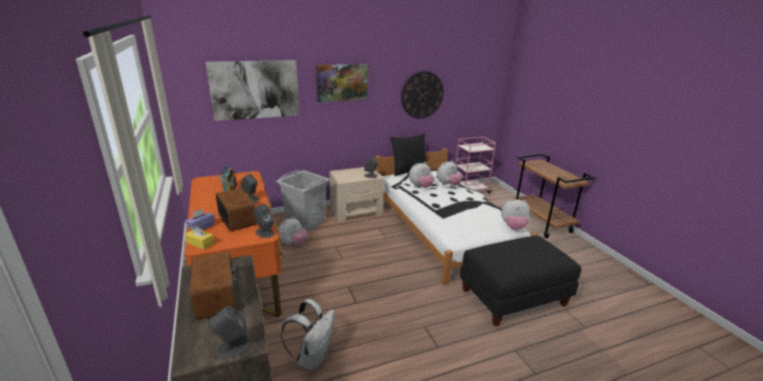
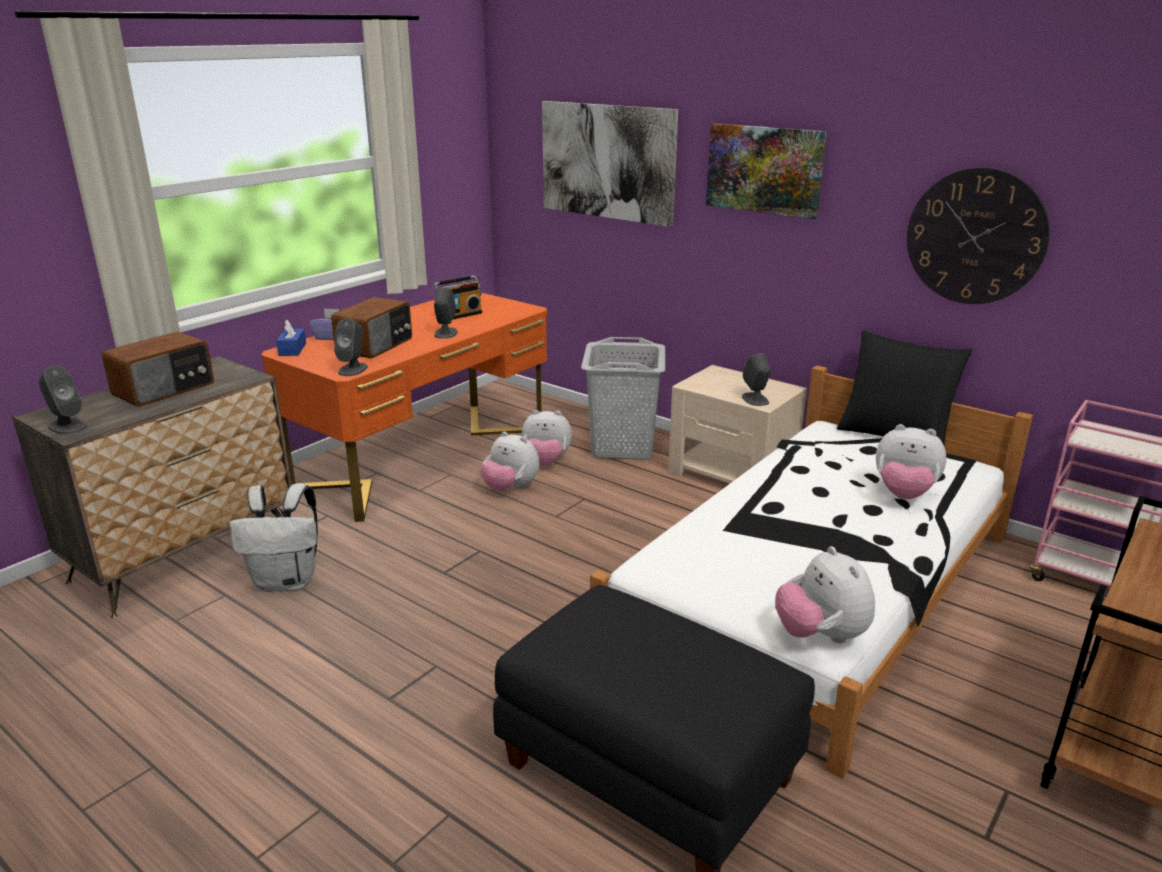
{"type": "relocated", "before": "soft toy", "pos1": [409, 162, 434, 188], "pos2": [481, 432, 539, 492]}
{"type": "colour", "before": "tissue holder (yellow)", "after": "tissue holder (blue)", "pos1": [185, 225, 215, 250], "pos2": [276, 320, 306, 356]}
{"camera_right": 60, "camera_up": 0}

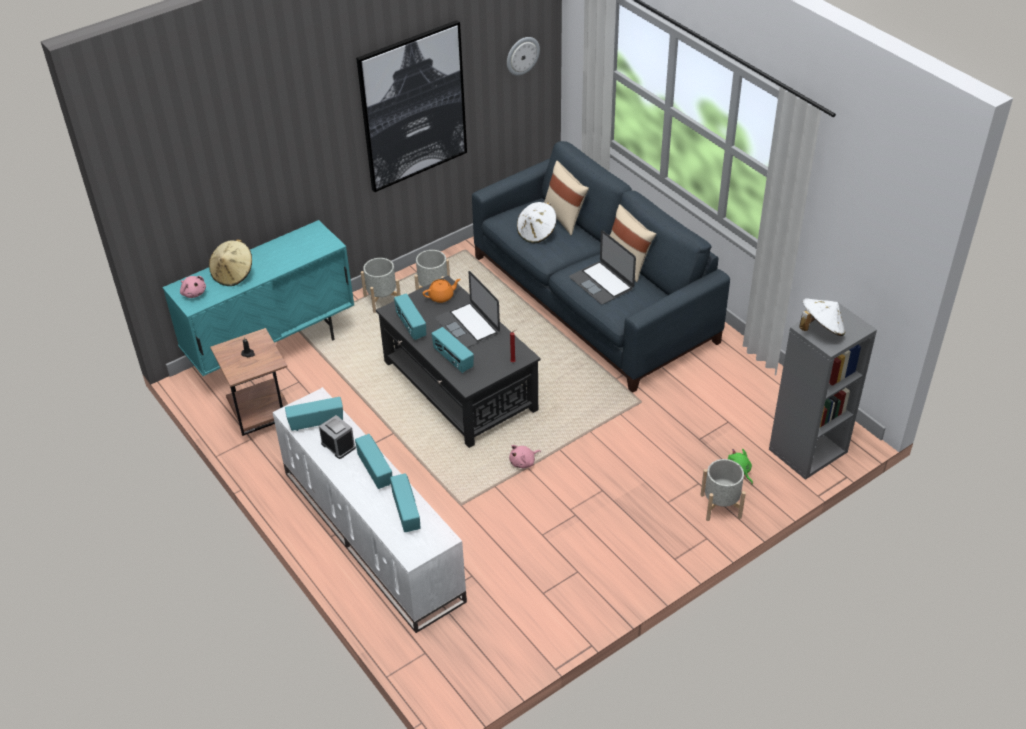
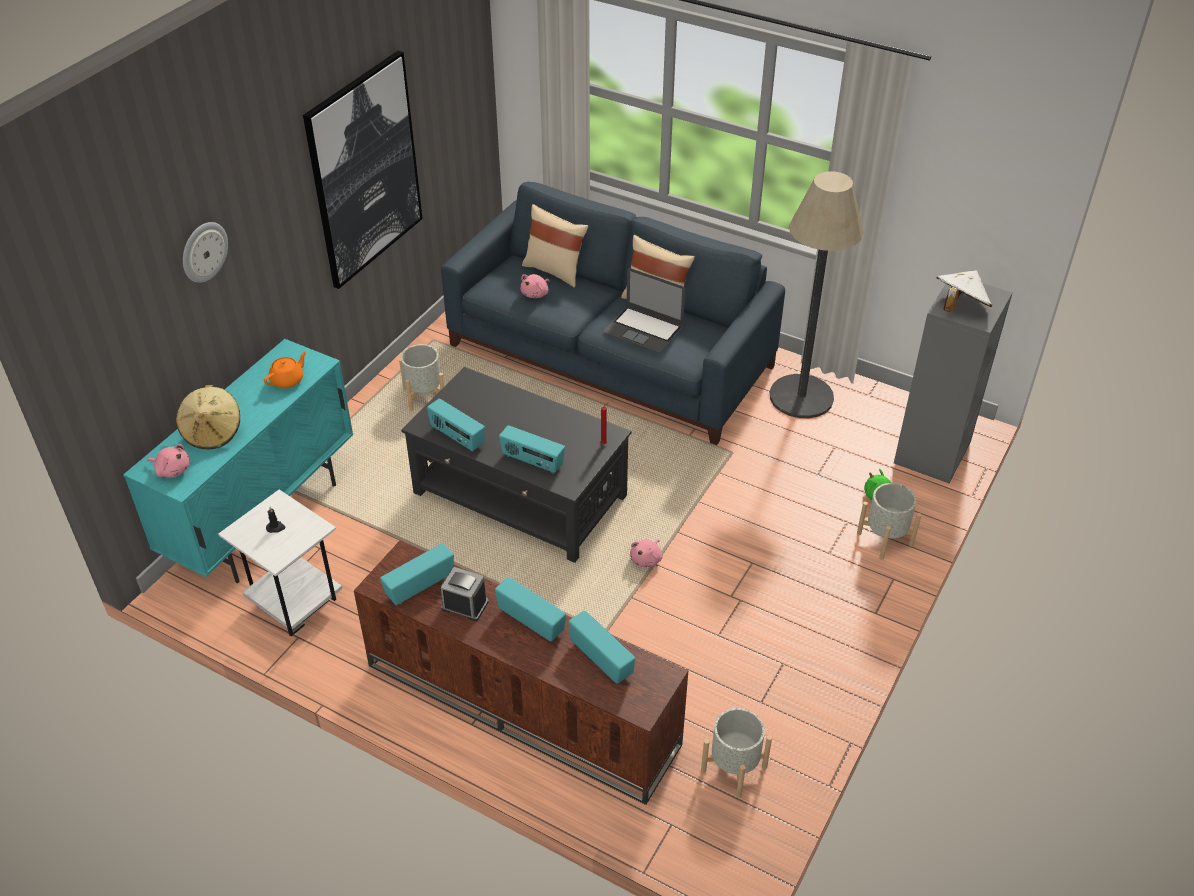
{"type": "missing", "before": "laptop", "pos1": [436, 271, 500, 348]}
{"type": "appeared", "after": "standing lamp", "pos2": [770, 171, 864, 418]}
{"type": "relocated", "before": "plant pot (greyish)", "pos1": [361, 258, 401, 313], "pos2": [701, 708, 772, 798]}
{"type": "relocated", "before": "pot for tea (orangey)", "pos1": [423, 279, 460, 303], "pos2": [264, 351, 307, 388]}
{"type": "relocated", "before": "wall clock", "pos1": [507, 37, 540, 76], "pos2": [183, 222, 228, 283]}
{"type": "exchanged", "before": "wearable hat (white)", "after": "soft toy (pink)", "pos1": [517, 202, 557, 243], "pos2": [520, 274, 550, 298]}
{"type": "colour", "before": "side table (brown-coloured)", "after": "side table (white)", "pos1": [210, 328, 288, 436], "pos2": [218, 489, 342, 636]}
{"type": "colour", "before": "tv unit (white)", "after": "tv unit (brown-coloured)", "pos1": [273, 387, 467, 633], "pos2": [354, 540, 689, 805]}
{"camera_right": -25, "camera_up": 0}

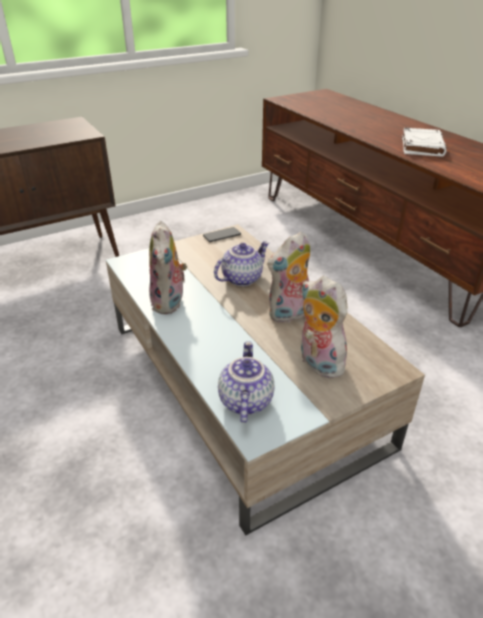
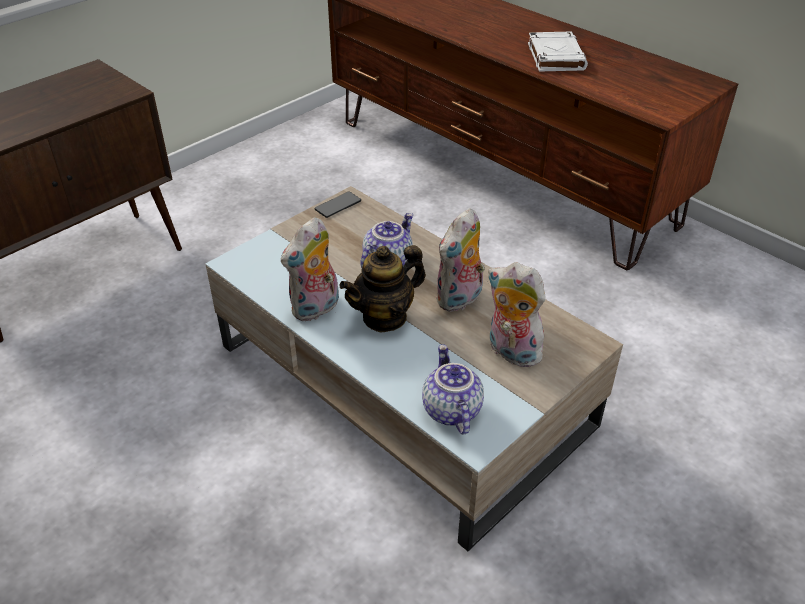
{"type": "appeared", "after": "pot for tea", "pos2": [339, 245, 426, 333]}
{"type": "spun", "before": "soft toy", "pos1": [149, 221, 187, 315], "pos2": [281, 217, 339, 322], "turn": 60}
{"camera_right": -15, "camera_up": 5}

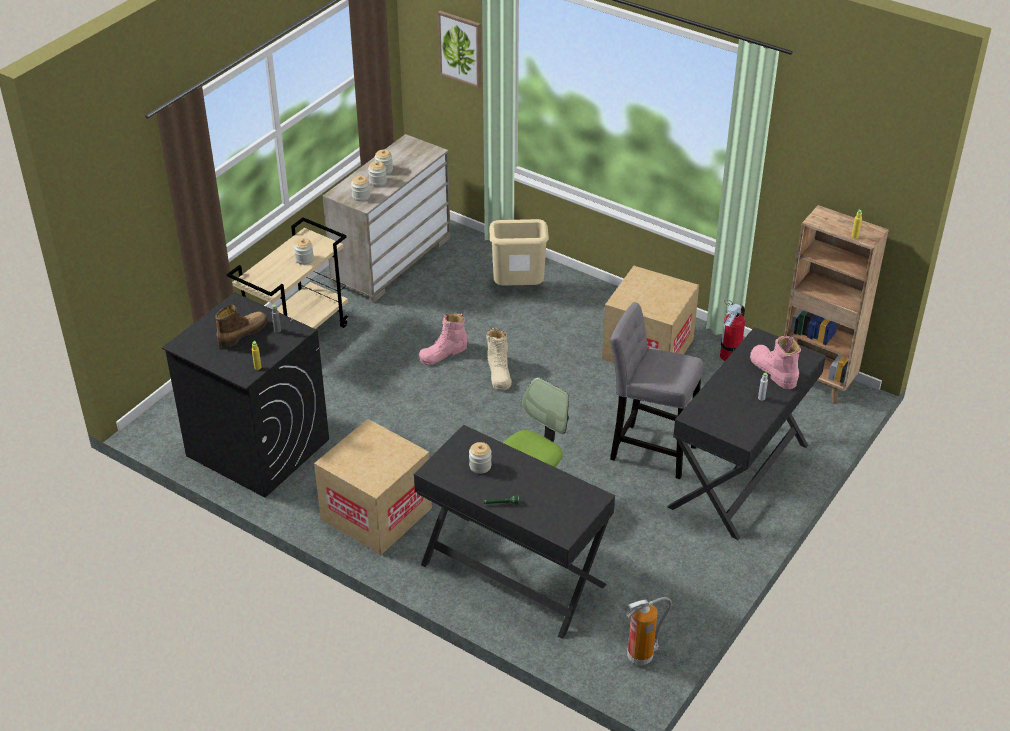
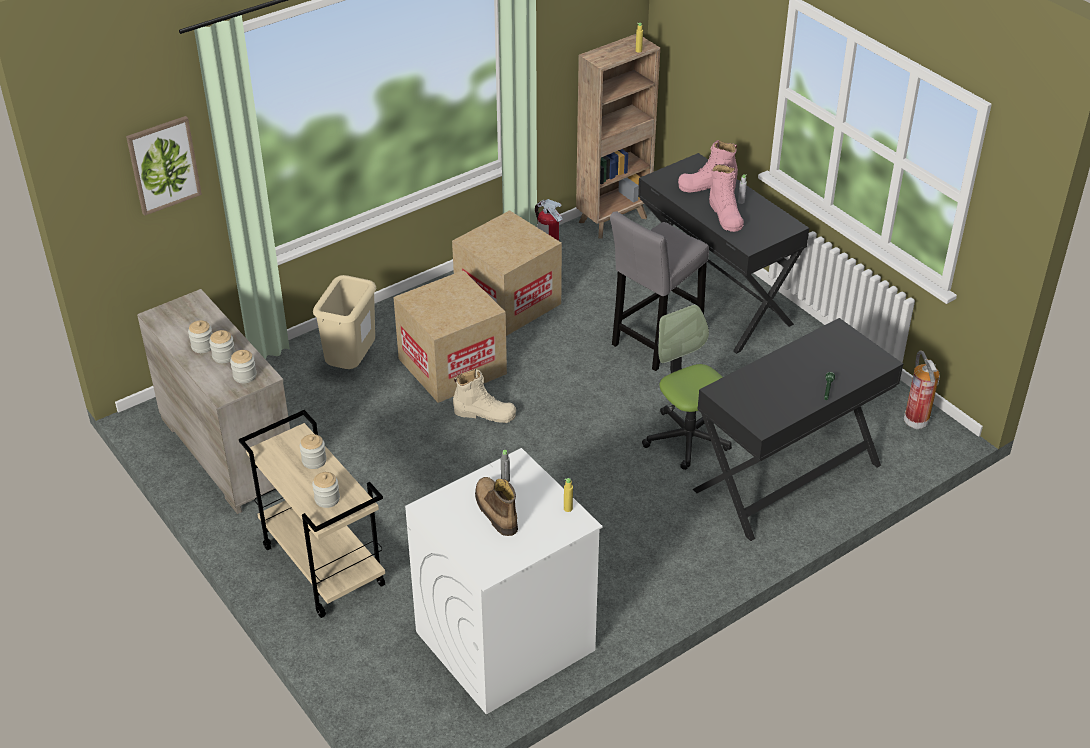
{"type": "relocated", "before": "carton", "pos1": [314, 419, 432, 555], "pos2": [394, 270, 507, 403]}
{"type": "relocated", "before": "high-top boot (pink)", "pos1": [419, 313, 467, 365], "pos2": [709, 164, 744, 232]}
{"type": "relocated", "before": "preserve jar", "pos1": [469, 442, 492, 474], "pos2": [312, 472, 340, 508]}
{"type": "colour", "before": "washing machine (black)", "after": "washing machine (white)", "pos1": [162, 292, 329, 498], "pos2": [405, 448, 603, 715]}
{"camera_right": -70, "camera_up": 0}

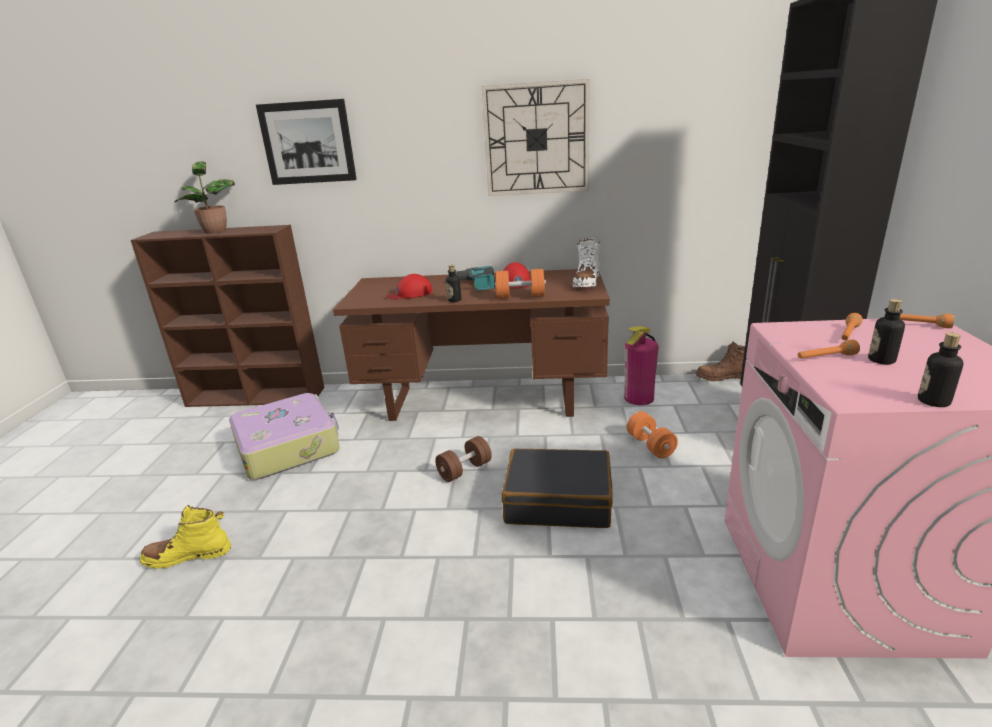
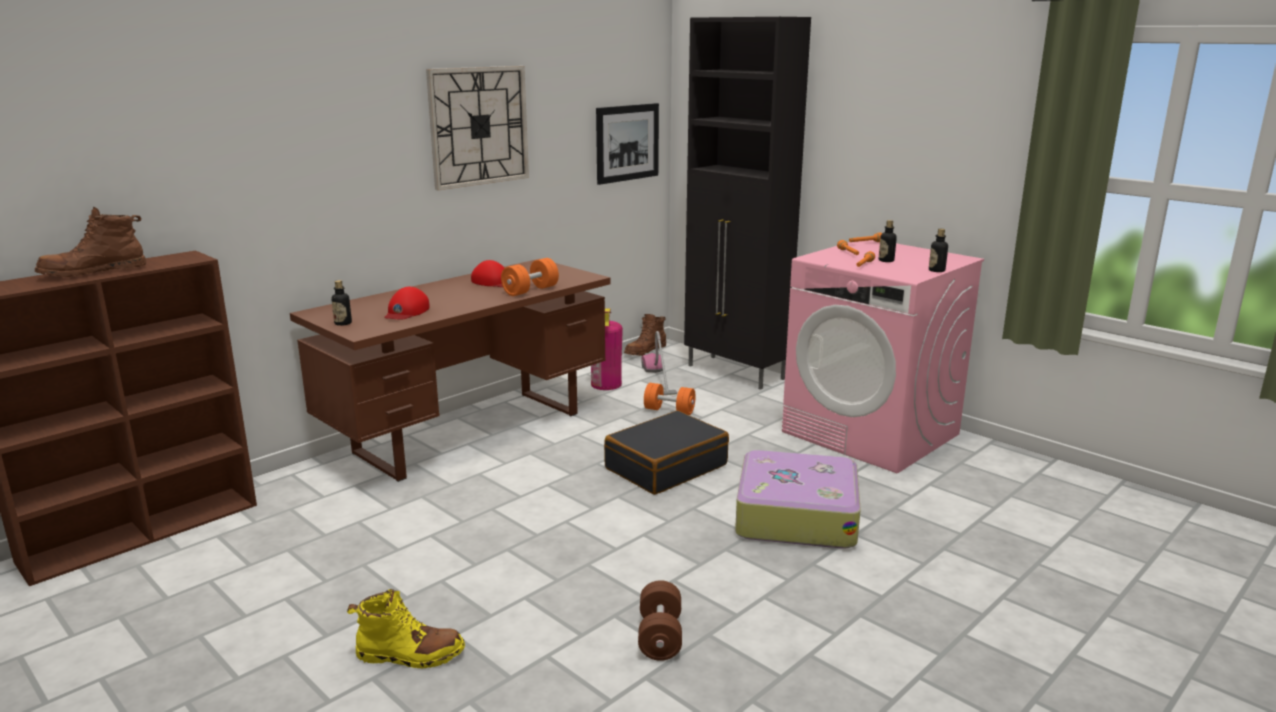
{"type": "missing", "before": "power drill", "pos1": [456, 266, 495, 291]}
{"type": "missing", "before": "high-top boot (white)", "pos1": [573, 238, 600, 287]}
{"type": "appeared", "after": "vacuum", "pos2": [641, 331, 677, 395]}
{"type": "relocated", "before": "suitcase", "pos1": [229, 393, 340, 480], "pos2": [735, 450, 861, 549]}
{"type": "relocated", "before": "picture", "pos1": [256, 99, 357, 185], "pos2": [596, 103, 659, 185]}
{"type": "relocated", "before": "hand weight (brown-coloured)", "pos1": [435, 436, 492, 482], "pos2": [638, 580, 682, 661]}
{"type": "relocated", "before": "beverage bottle", "pos1": [446, 265, 461, 302], "pos2": [331, 280, 352, 326]}
{"type": "exchanged", "before": "plant in a pot", "after": "high-top boot (brown-coloured)", "pos1": [174, 161, 235, 234], "pos2": [35, 207, 146, 277]}
{"type": "spun", "before": "high-top boot (yellow)", "pos1": [140, 505, 231, 569], "pos2": [347, 589, 465, 668], "turn": -120}
{"camera_right": -50, "camera_up": -5}

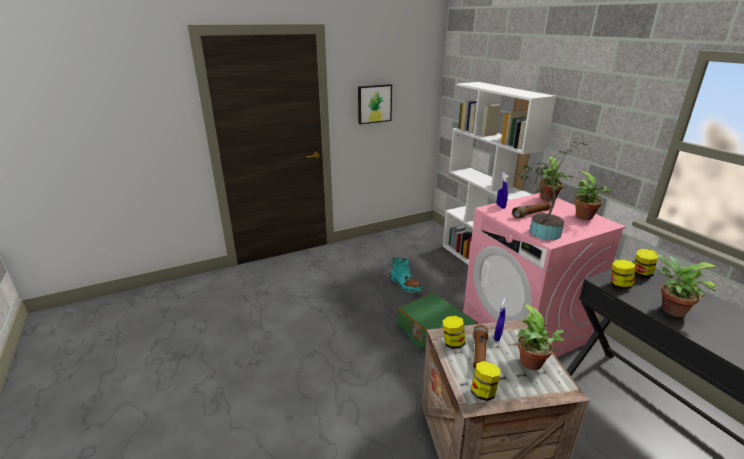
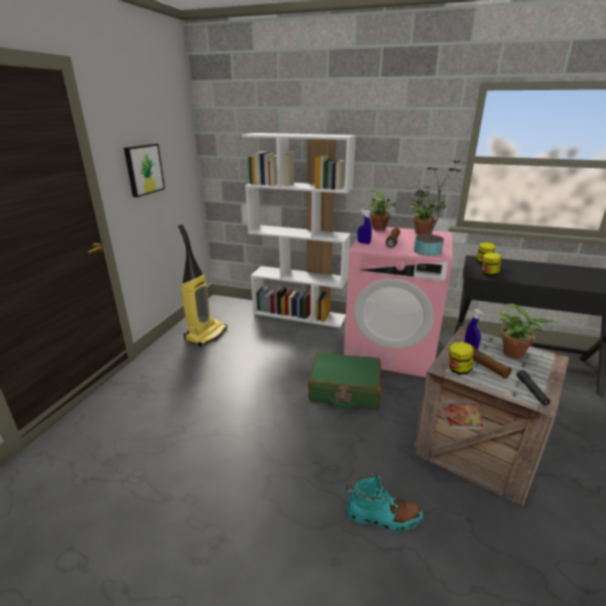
{"type": "missing", "before": "plant in a pot", "pos1": [655, 253, 718, 317]}
{"type": "appeared", "after": "vacuum", "pos2": [178, 224, 227, 347]}
{"type": "relocated", "before": "high-top boot (turquoise-coloured)", "pos1": [391, 257, 423, 293], "pos2": [346, 474, 423, 531]}
{"type": "exchanged", "before": "preserve jar", "after": "flashlight (black)", "pos1": [471, 361, 500, 401], "pos2": [516, 370, 550, 406]}
{"camera_right": -45, "camera_up": 0}

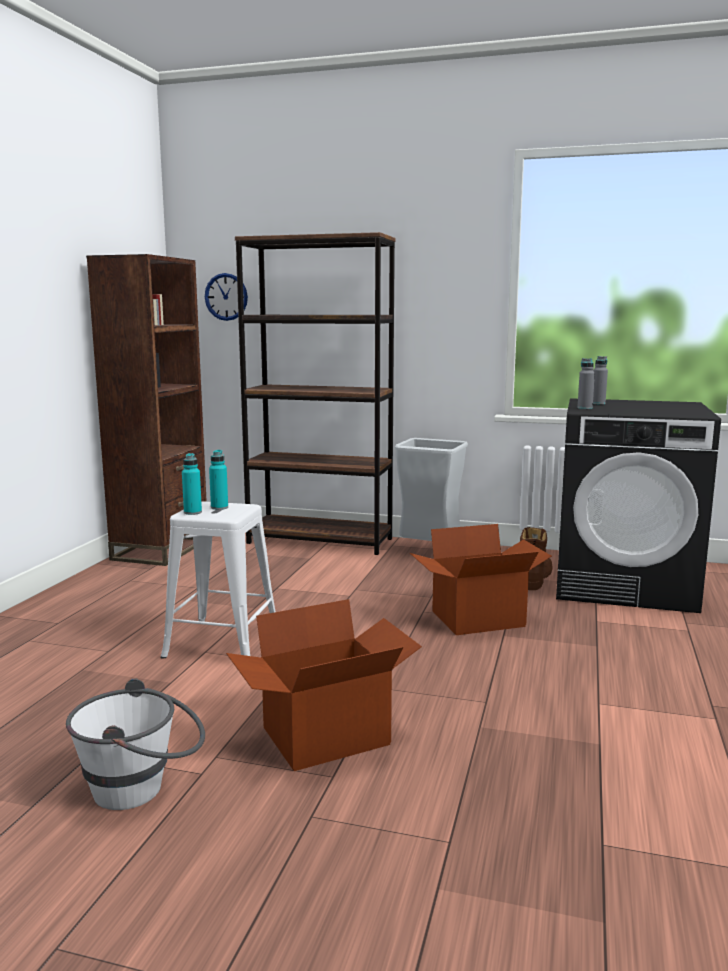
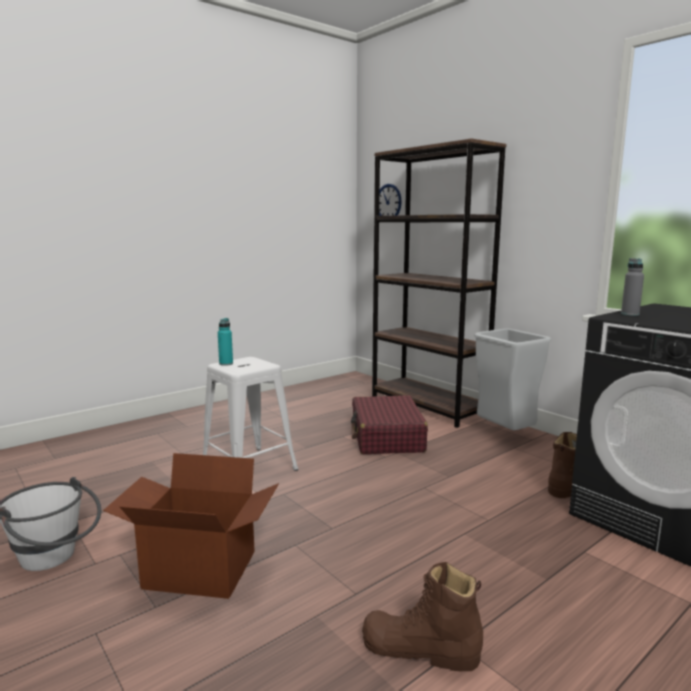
{"type": "missing", "before": "shelving unit (brown-coloured)", "pos1": [86, 254, 207, 566]}
{"type": "missing", "before": "beverage bottle (turquoise-coloured)", "pos1": [209, 450, 228, 510]}
{"type": "missing", "before": "carton", "pos1": [410, 524, 552, 635]}
{"type": "missing", "before": "beverage bottle (greyish)", "pos1": [593, 356, 608, 405]}
{"type": "appeared", "after": "suitcase (red-coloured)", "pos2": [351, 395, 428, 454]}
{"type": "appeared", "after": "high-top boot (brown-coloured)", "pos2": [362, 562, 483, 671]}
{"camera_right": 35, "camera_up": 0}

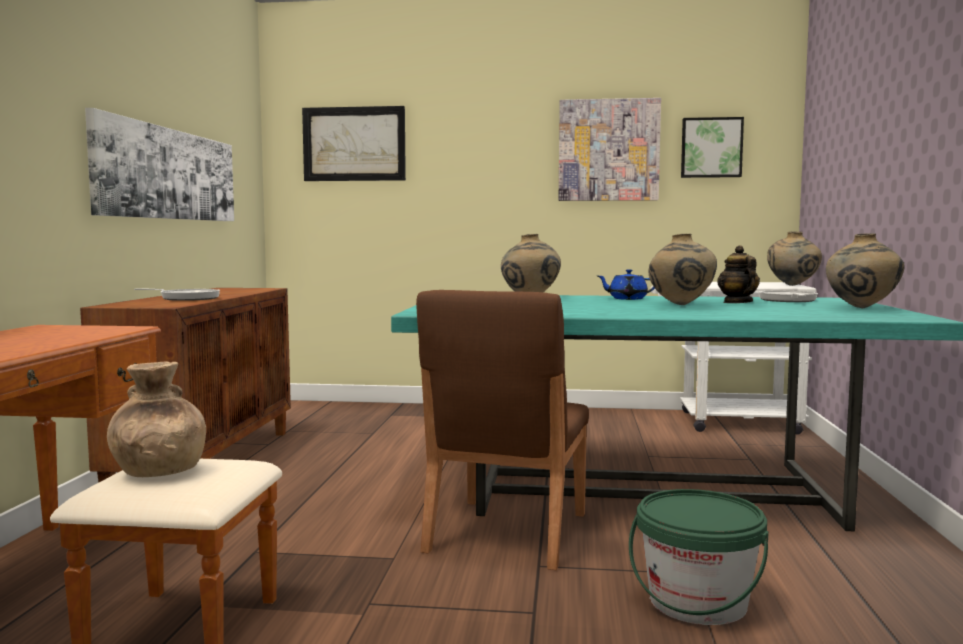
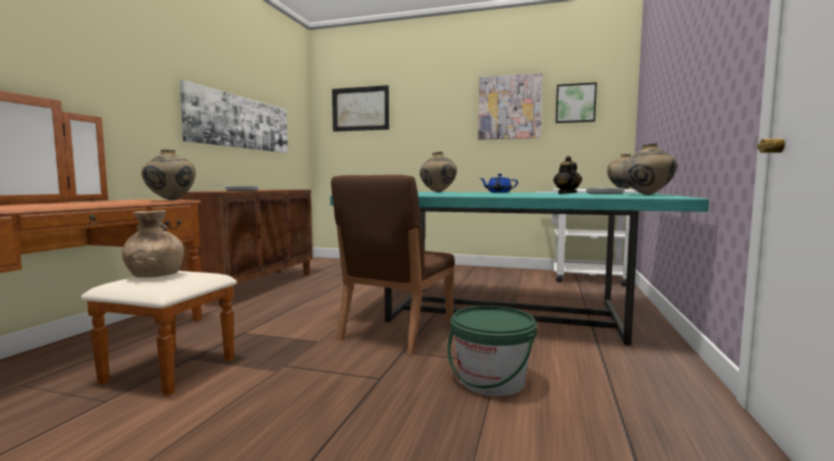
{"type": "relocated", "before": "vase (beige)", "pos1": [649, 234, 717, 305], "pos2": [142, 150, 196, 200]}
{"camera_right": 10, "camera_up": 0}

